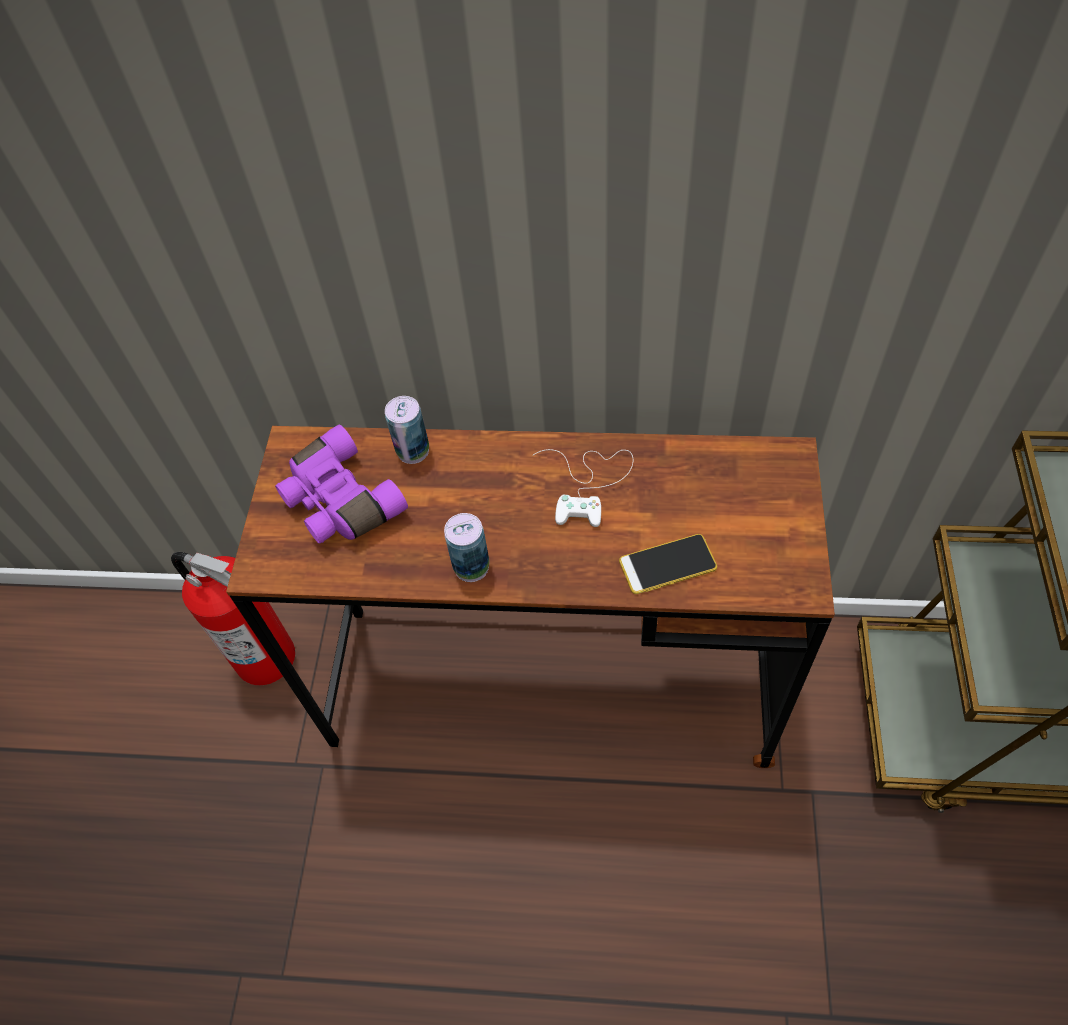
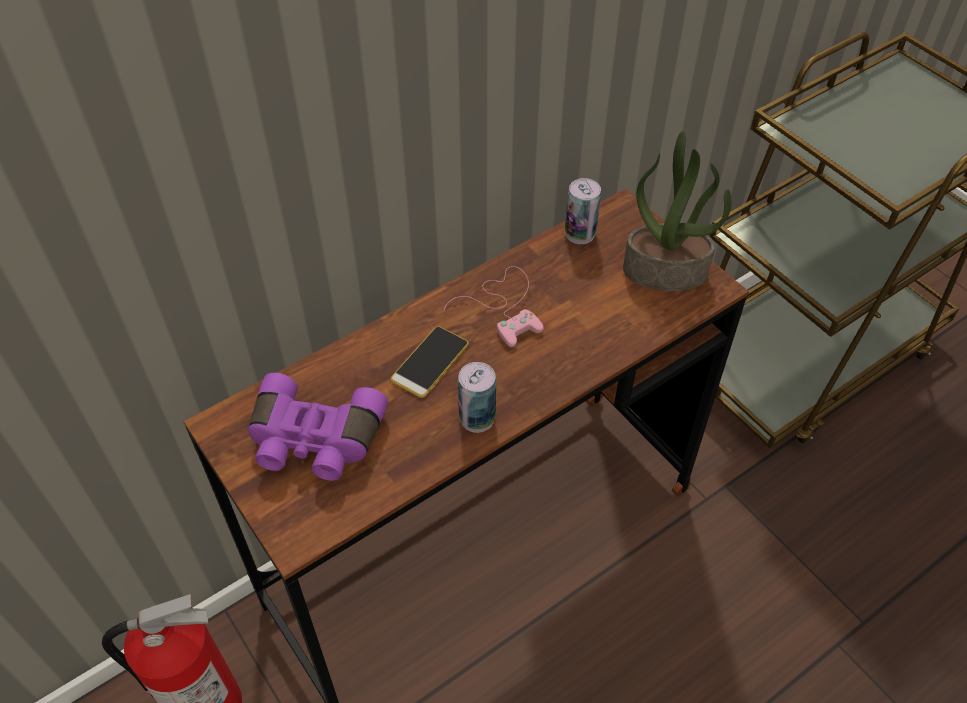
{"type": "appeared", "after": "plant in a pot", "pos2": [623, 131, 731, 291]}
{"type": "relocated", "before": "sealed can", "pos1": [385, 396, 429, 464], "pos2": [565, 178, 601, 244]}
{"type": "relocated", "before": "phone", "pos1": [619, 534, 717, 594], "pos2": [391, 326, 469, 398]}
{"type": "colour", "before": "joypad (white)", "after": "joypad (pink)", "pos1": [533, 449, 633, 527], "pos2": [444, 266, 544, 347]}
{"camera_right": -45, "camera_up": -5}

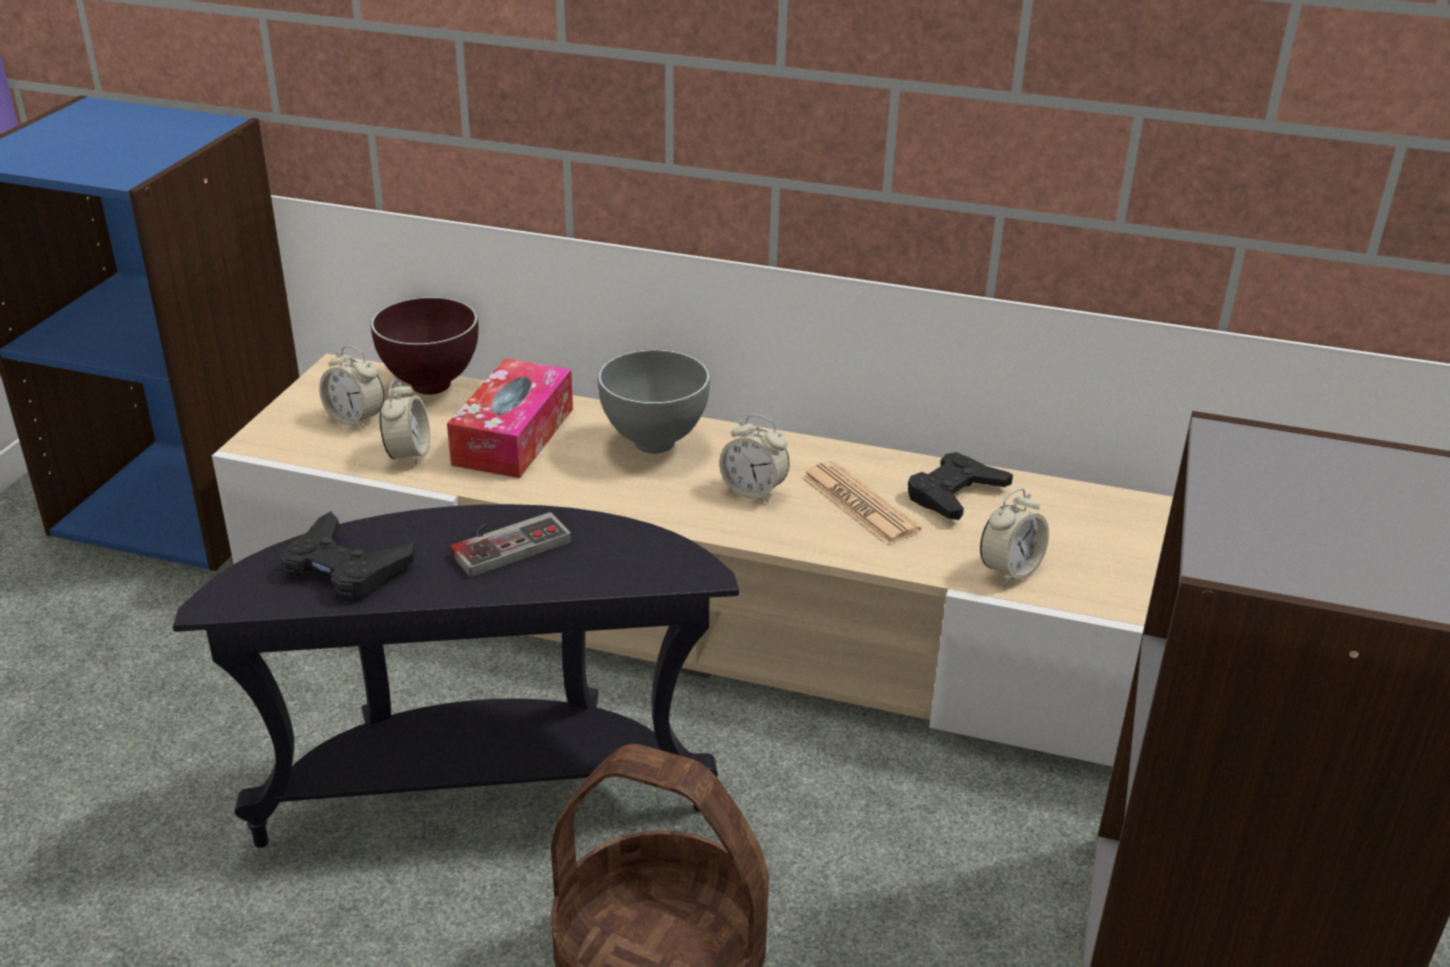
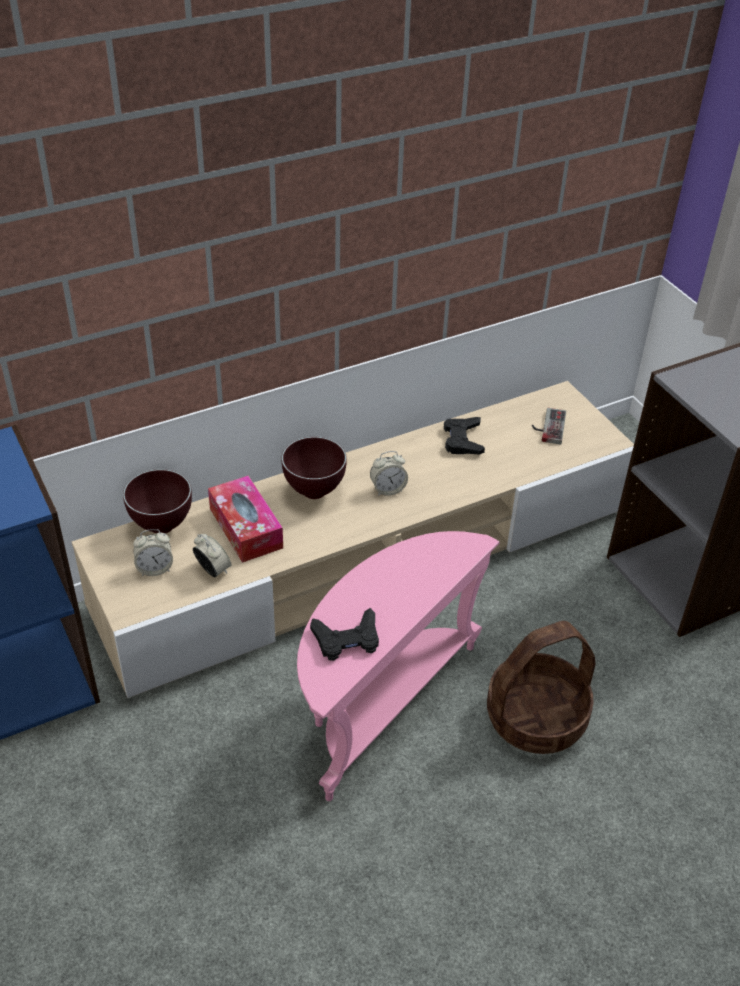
{"type": "missing", "before": "printed paper", "pos1": [801, 461, 921, 546]}
{"type": "missing", "before": "alarm clock", "pos1": [980, 488, 1049, 586]}
{"type": "relocated", "before": "joypad", "pos1": [451, 512, 572, 577], "pos2": [532, 408, 566, 445]}
{"type": "colour", "before": "side table (black)", "after": "side table (pink)", "pos1": [173, 504, 739, 848], "pos2": [297, 531, 500, 801]}
{"type": "colour", "before": "bowl (greyish)", "after": "bowl (brown-coloured)", "pos1": [598, 349, 710, 454], "pos2": [281, 437, 347, 499]}
{"camera_right": -45, "camera_up": 10}

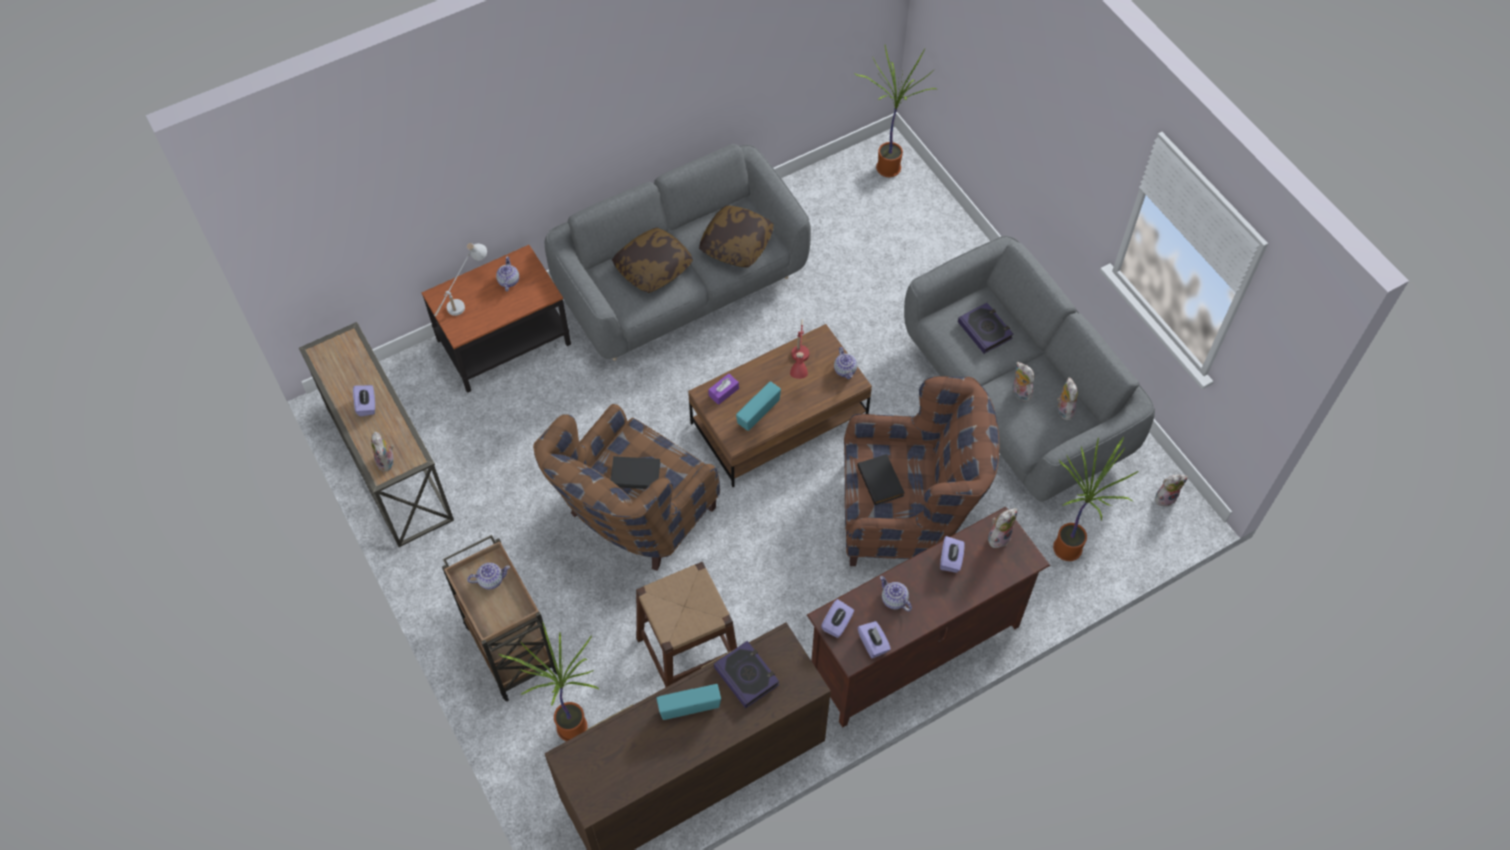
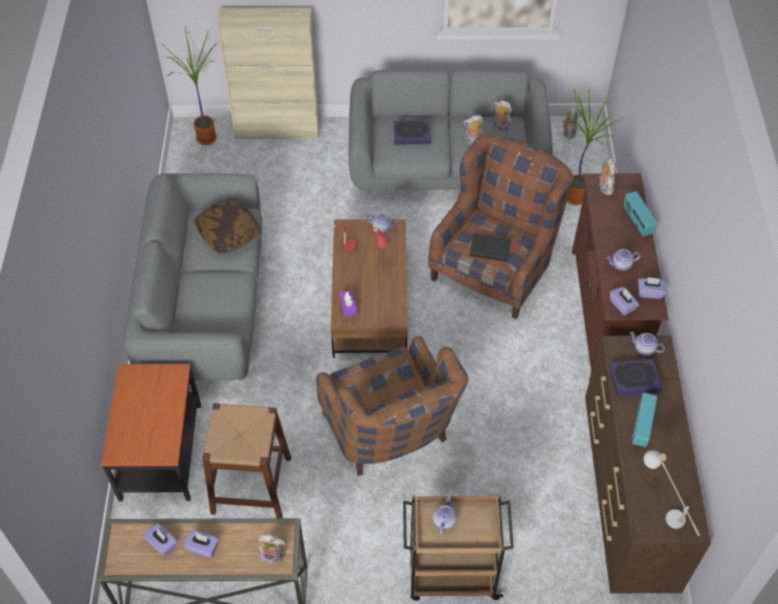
{"type": "missing", "before": "plant in a pot", "pos1": [499, 623, 600, 741]}
{"type": "missing", "before": "bound book (black)", "pos1": [611, 456, 660, 489]}
{"type": "missing", "before": "throw pillow", "pos1": [612, 227, 693, 293]}
{"type": "appeared", "after": "storage cabinet (beige)", "pos2": [217, 7, 319, 139]}
{"type": "relocated", "before": "tabletop lamp (white)", "pos1": [434, 243, 487, 316], "pos2": [644, 450, 700, 536]}
{"type": "relocated", "before": "pot for tea", "pos1": [496, 256, 519, 292], "pos2": [630, 332, 665, 355]}
{"type": "relocated", "before": "sitting stool (brown-coloured)", "pos1": [636, 562, 737, 688], "pos2": [202, 403, 291, 518]}
{"type": "relocated", "before": "radio set", "pos1": [736, 381, 781, 431], "pos2": [624, 191, 658, 236]}
{"type": "relocated", "before": "tissue holder (purplish)", "pos1": [940, 536, 965, 573], "pos2": [143, 523, 177, 557]}
{"camera_right": -60, "camera_up": -5}

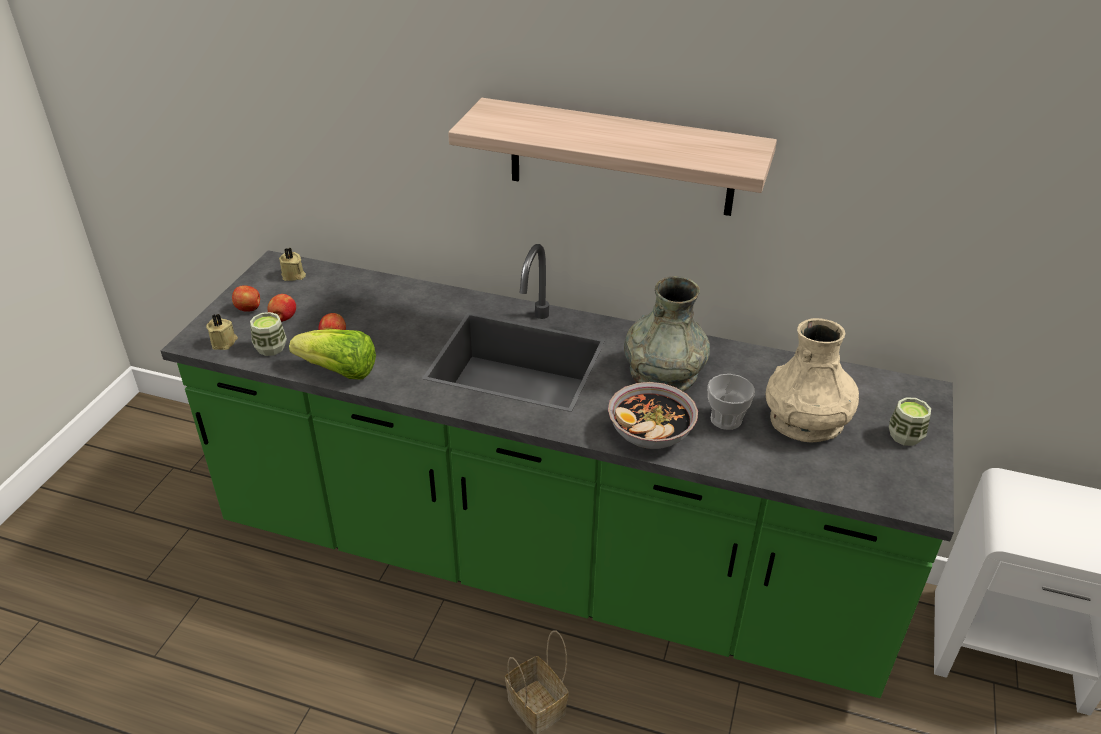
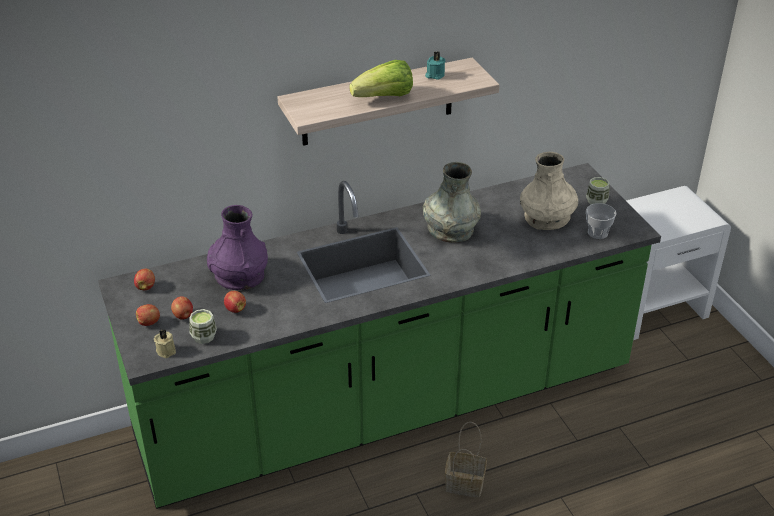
{"type": "missing", "before": "bowl", "pos1": [608, 382, 698, 449]}
{"type": "appeared", "after": "vase (purplish)", "pos2": [207, 205, 268, 290]}
{"type": "appeared", "after": "wax candle (turquoise-coloured)", "pos2": [425, 51, 446, 80]}
{"type": "relocated", "before": "lettuce", "pos1": [289, 329, 376, 379], "pos2": [349, 60, 413, 97]}
{"type": "relocated", "before": "small cup", "pos1": [707, 374, 755, 430], "pos2": [586, 203, 617, 239]}
{"type": "exchanged", "before": "wax candle (beige)", "after": "apple fruit", "pos1": [279, 248, 306, 281], "pos2": [134, 269, 155, 290]}
{"camera_right": -40, "camera_up": 0}

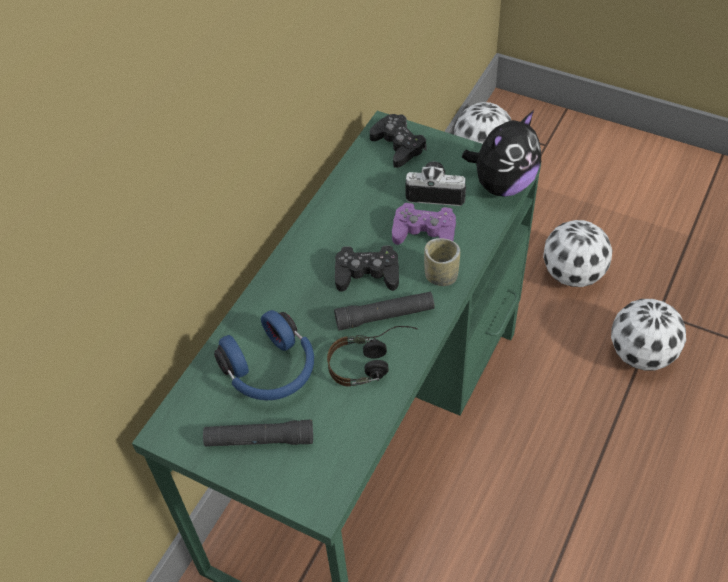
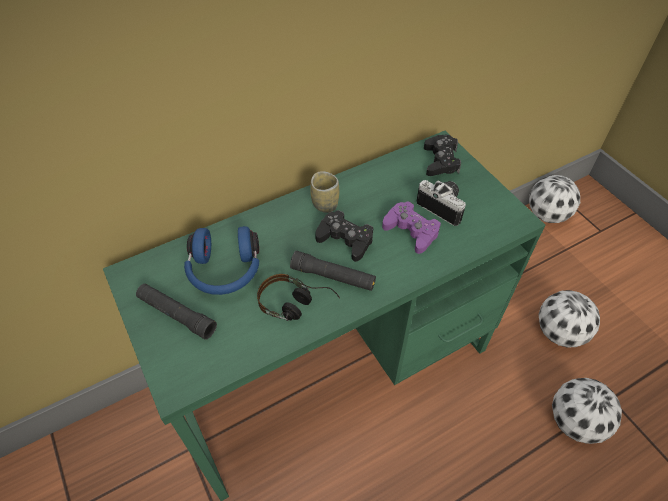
{"type": "missing", "before": "soft toy", "pos1": [462, 110, 541, 197]}
{"type": "relocated", "before": "small cup", "pos1": [424, 238, 460, 286], "pos2": [310, 171, 339, 213]}
{"camera_right": 30, "camera_up": 0}

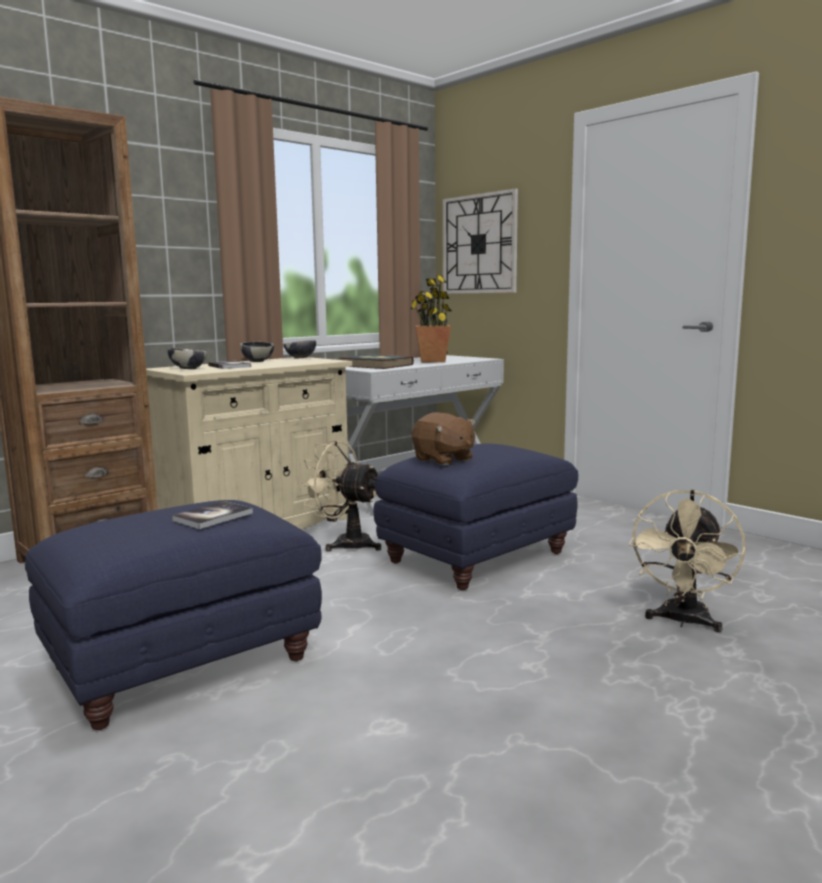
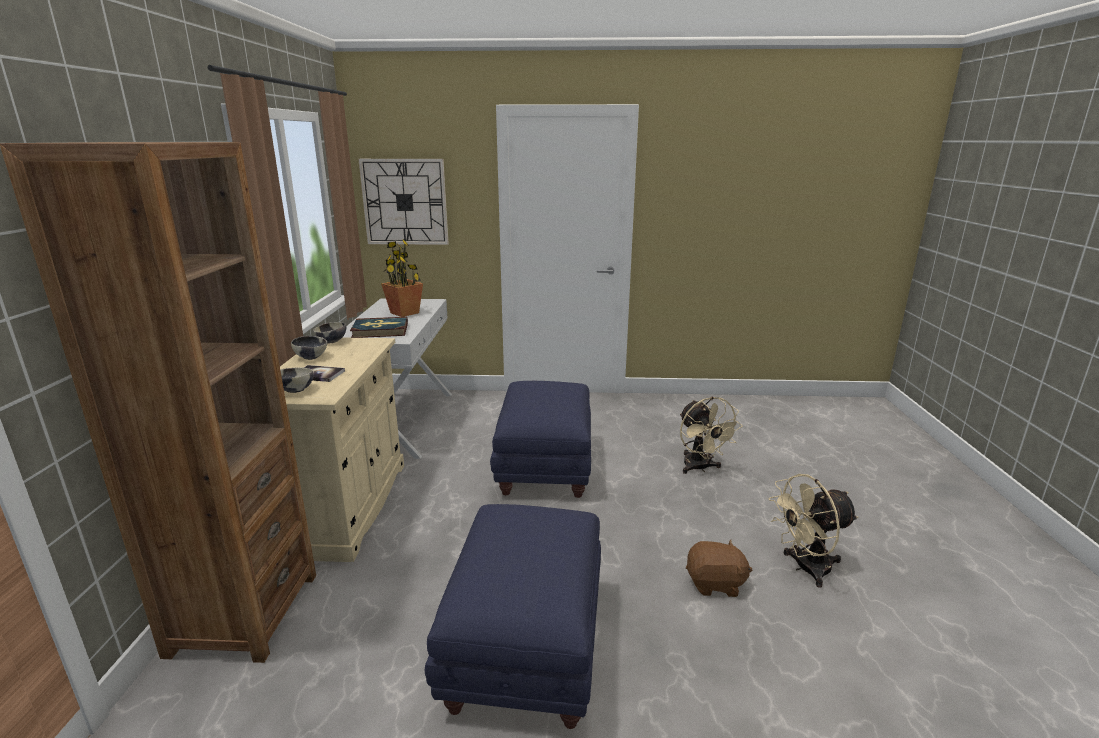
{"type": "missing", "before": "bound book", "pos1": [172, 501, 253, 529]}
{"type": "relocated", "before": "electric fan (beige)", "pos1": [300, 441, 381, 552], "pos2": [769, 474, 858, 588]}
{"type": "relocated", "before": "soft toy (brown-coloured)", "pos1": [412, 412, 476, 465], "pos2": [686, 540, 753, 597]}
{"camera_right": -45, "camera_up": 10}

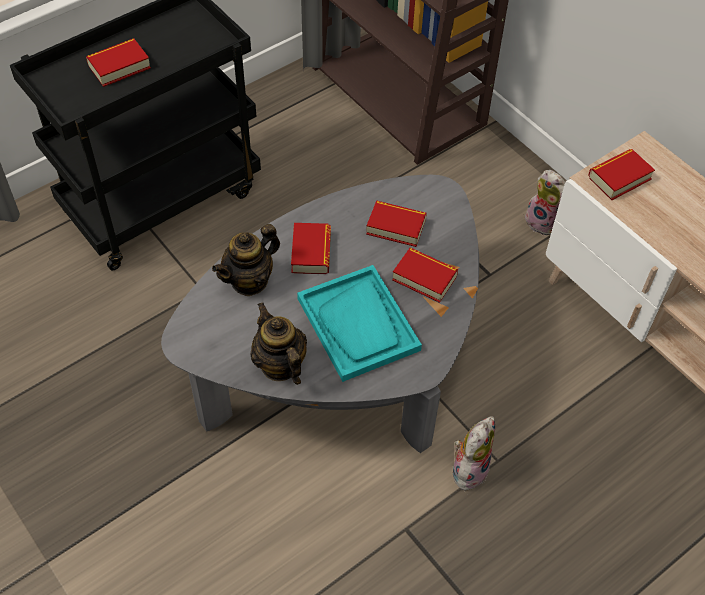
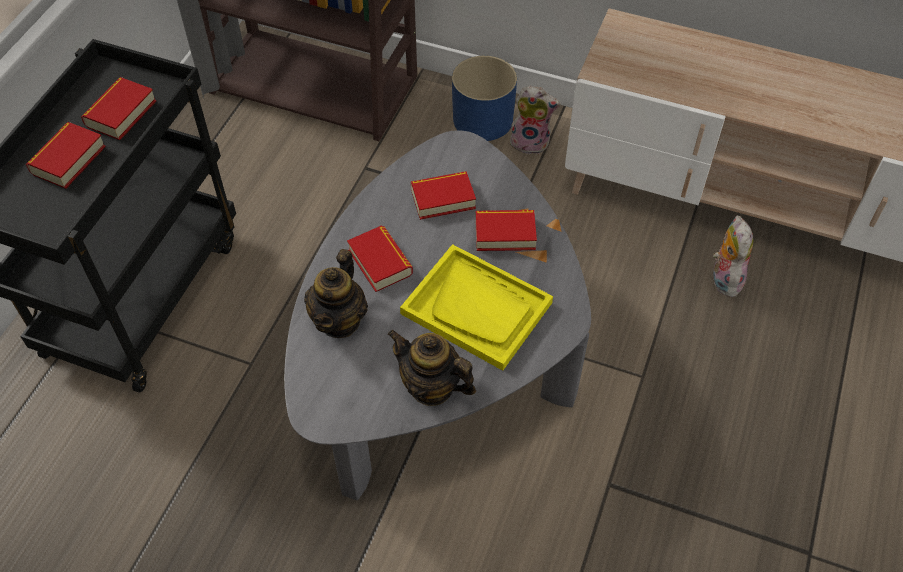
{"type": "appeared", "after": "plant pot (blue)", "pos2": [452, 56, 517, 141]}
{"type": "relocated", "before": "soft toy", "pos1": [453, 416, 495, 494], "pos2": [713, 215, 753, 297]}
{"type": "relocated", "before": "bound book", "pos1": [588, 149, 655, 200], "pos2": [81, 77, 156, 140]}
{"type": "colour", "before": "carrying tray (turquoise-coloured)", "after": "carrying tray (yellow)", "pos1": [297, 265, 422, 382], "pos2": [400, 244, 553, 371]}
{"camera_right": -30, "camera_up": 0}

